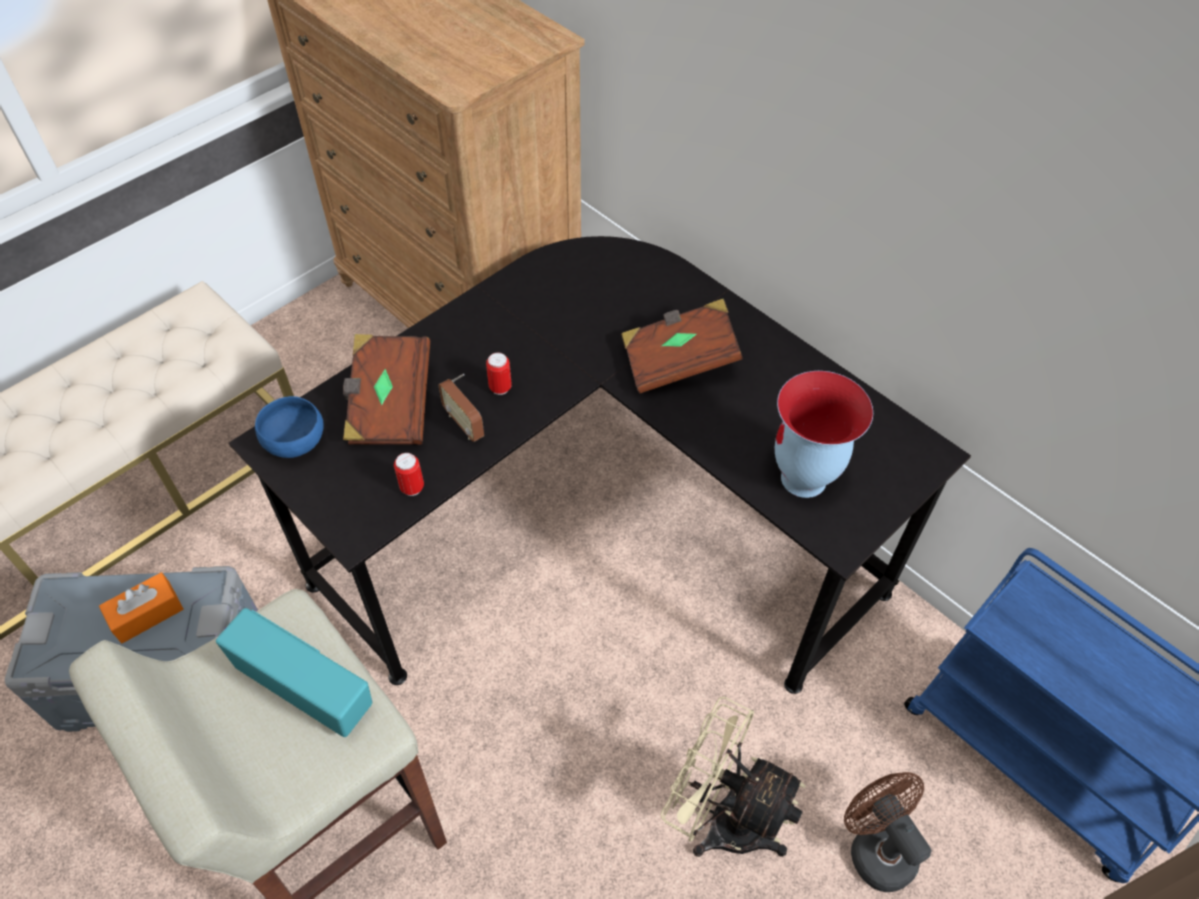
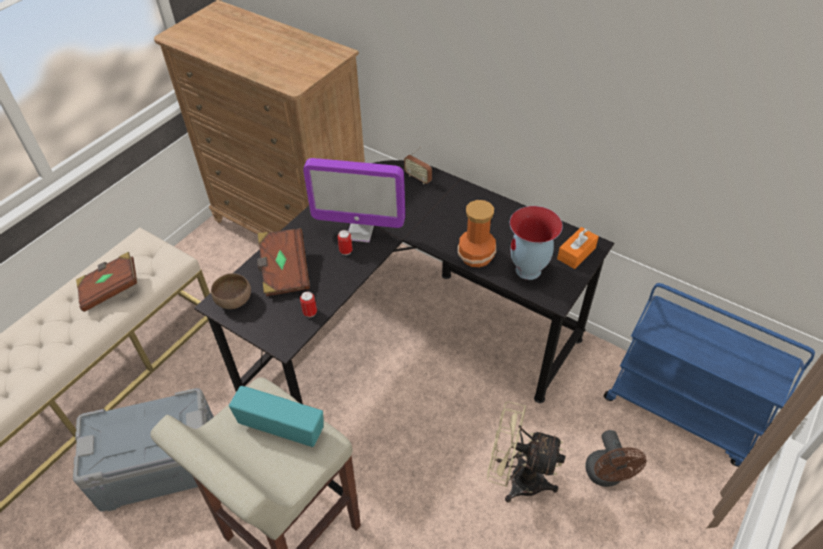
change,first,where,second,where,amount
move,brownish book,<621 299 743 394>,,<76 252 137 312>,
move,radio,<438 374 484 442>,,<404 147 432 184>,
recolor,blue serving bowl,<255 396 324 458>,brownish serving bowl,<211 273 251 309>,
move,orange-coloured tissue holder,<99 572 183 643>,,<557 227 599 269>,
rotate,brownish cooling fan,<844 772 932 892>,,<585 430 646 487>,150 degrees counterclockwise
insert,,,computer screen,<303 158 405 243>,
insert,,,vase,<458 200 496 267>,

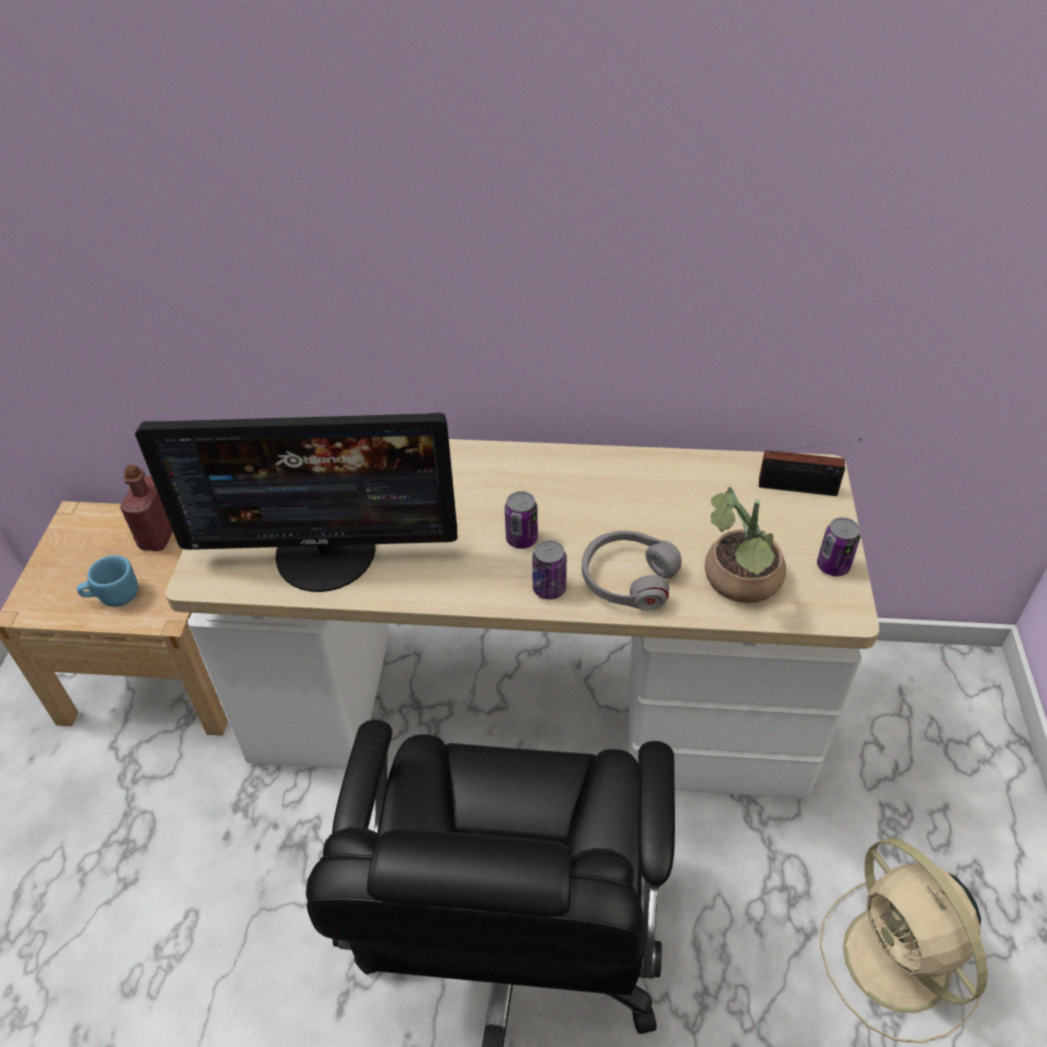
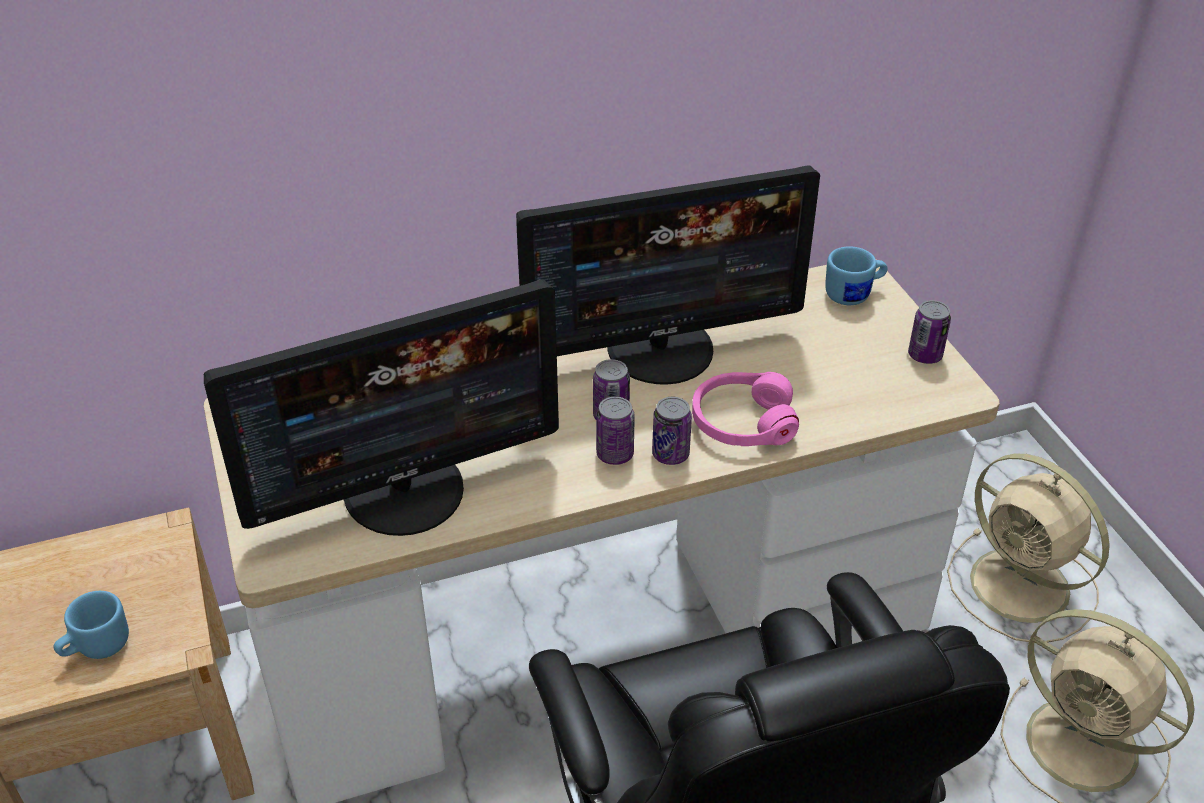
change,first,where,second,where,amount
replace,radio,<759 439 862 496>,blue mug,<825 246 887 305>,
delete,red bottle,<120 465 173 551>,,,
delete,potted plant,<705 486 786 603>,,,
recolor,gray pair of headphones,<582 531 682 611>,pink-coloured pair of headphones,<692 372 799 446>,
insert,,,computer screen,<516 166 820 385>,
insert,,,can,<596 397 635 465>,
insert,,,sand-coloured cooling fan,<947 453 1110 643>,

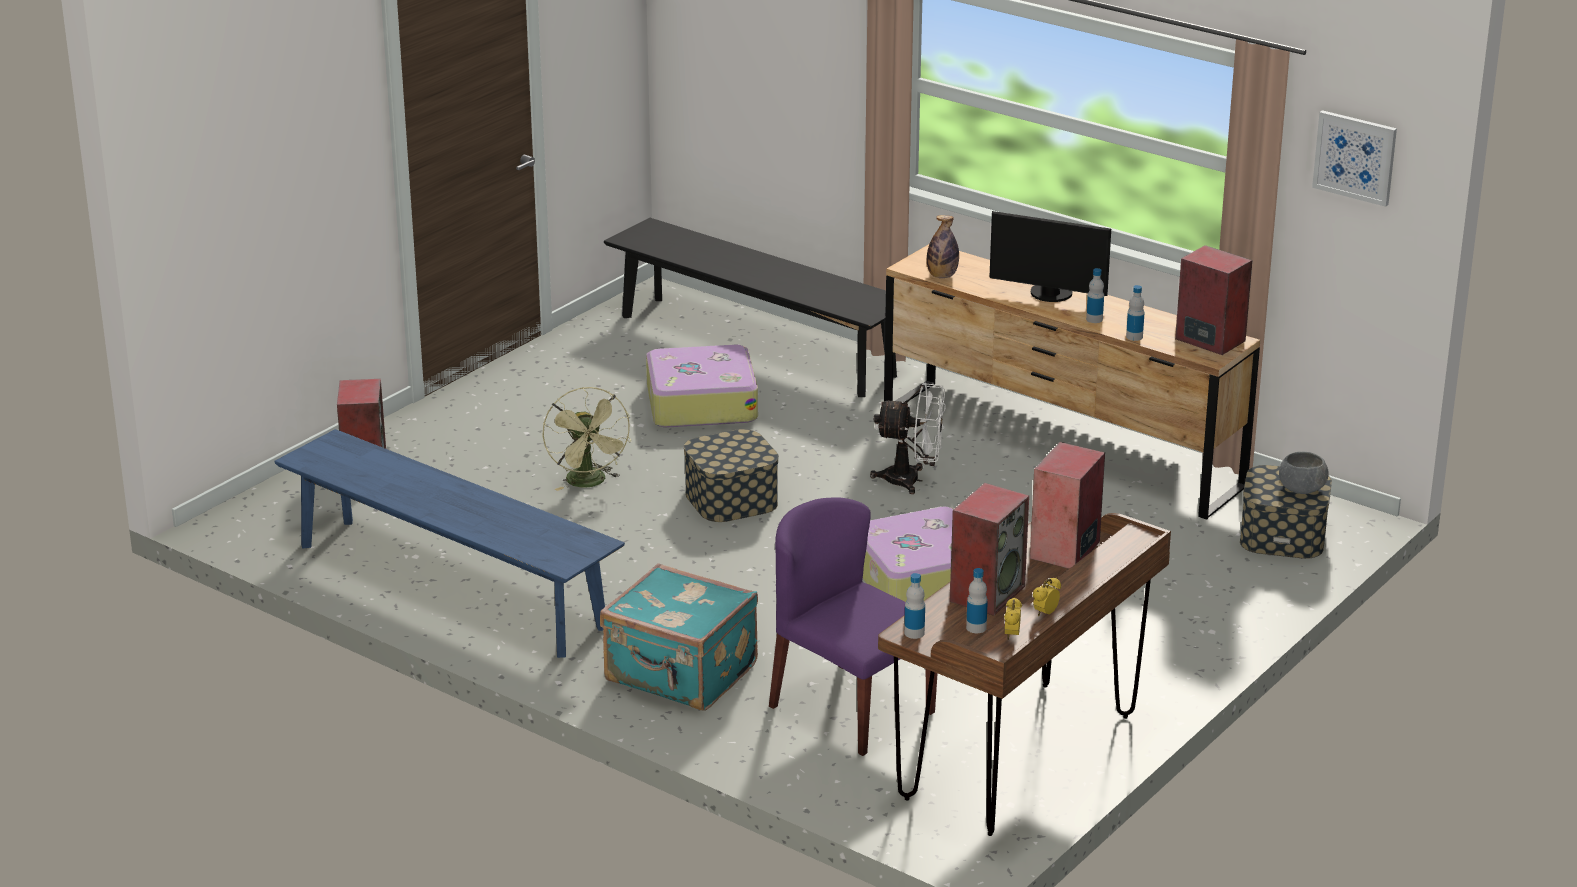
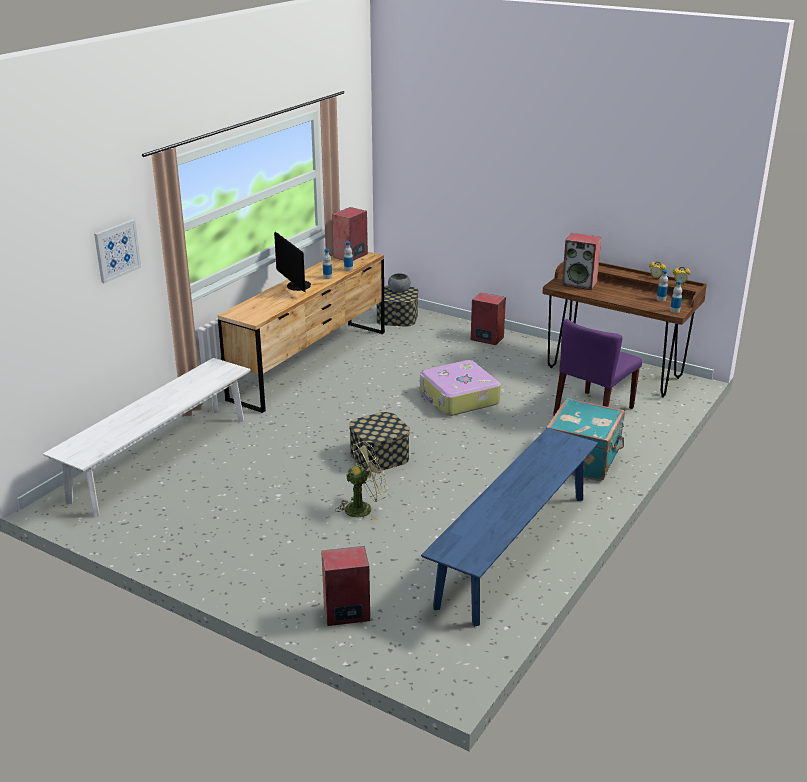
change,first,where,second,where,amount
move,wall picture,<1312 110 1397 207>,,<94 219 141 283>,
rotate,computer screen,<989 211 1111 302>,,<274 232 311 292>,135 degrees clockwise
delete,bottle,<927 215 959 278>,,,
recolor,black-coloured indoor bench,<604 218 897 397>,white-coloured indoor bench,<43 358 251 517>,
delete,piece of luggage,<646 345 758 427>,,,
delete,white-coloured cooling fan,<870 382 946 494>,,,
move,audio speaker,<950 483 1029 616>,,<471 292 506 345>,

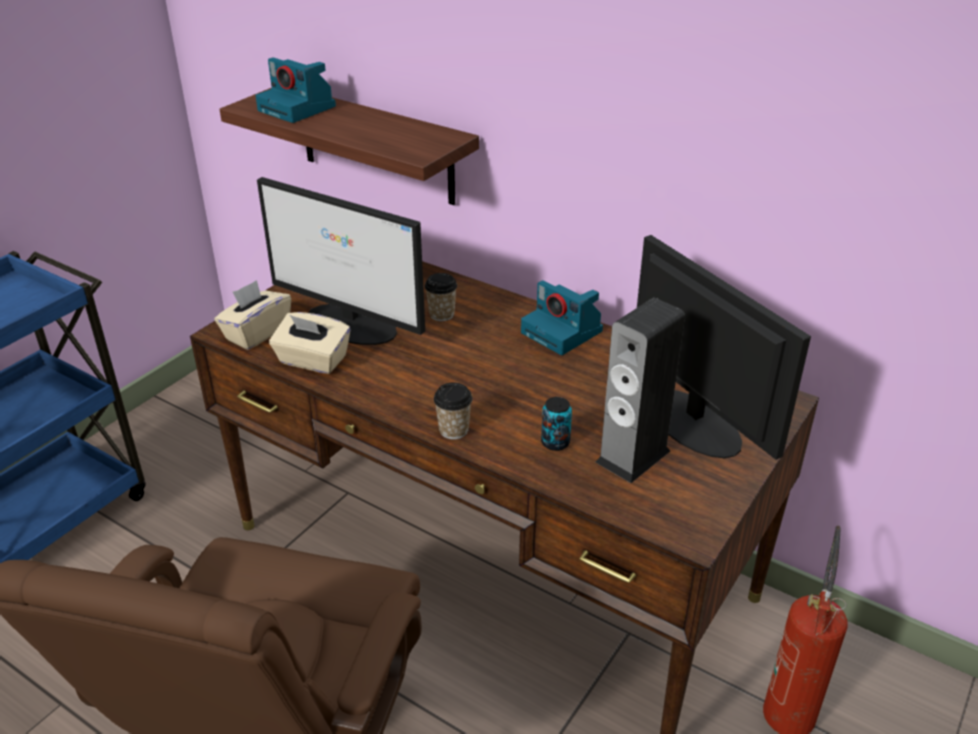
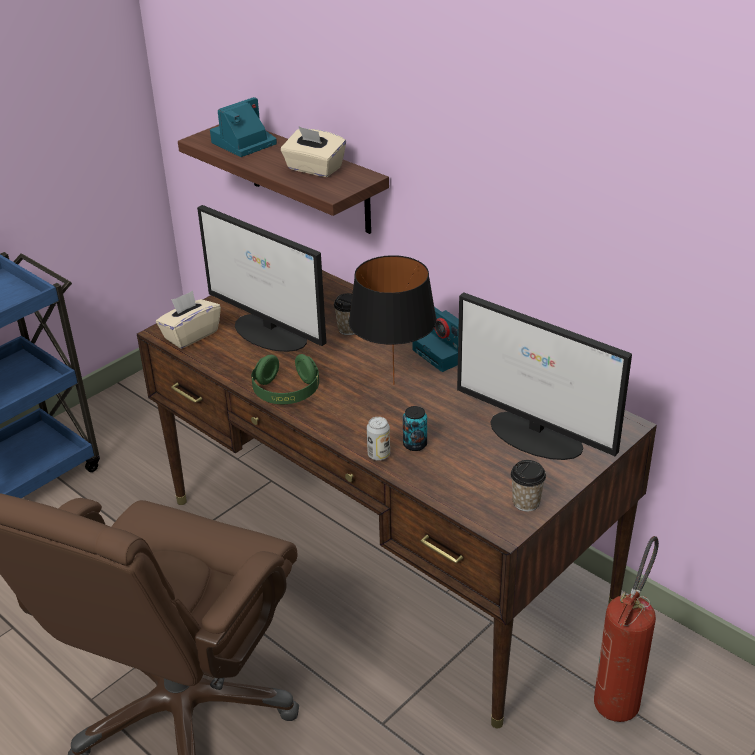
change,first,where,second,where,amount
rotate,still camera,<255 57 336 123>,,<210 97 277 157>,90 degrees clockwise
rotate,computer screen,<637 235 811 460>,,<457 292 632 460>,150 degrees clockwise
delete,audio speaker,<595 298 685 483>,,,
move,sand-coloured tissue holder,<269 312 350 374>,,<281 126 346 177>,
move,drinking cup,<434 382 473 439>,,<511 460 546 512>,
insert,,,black-coloured lamp for a table,<348 255 437 385>,
insert,,,greenish pair of headphones,<251 354 319 404>,
insert,,,can,<367 417 390 461>,

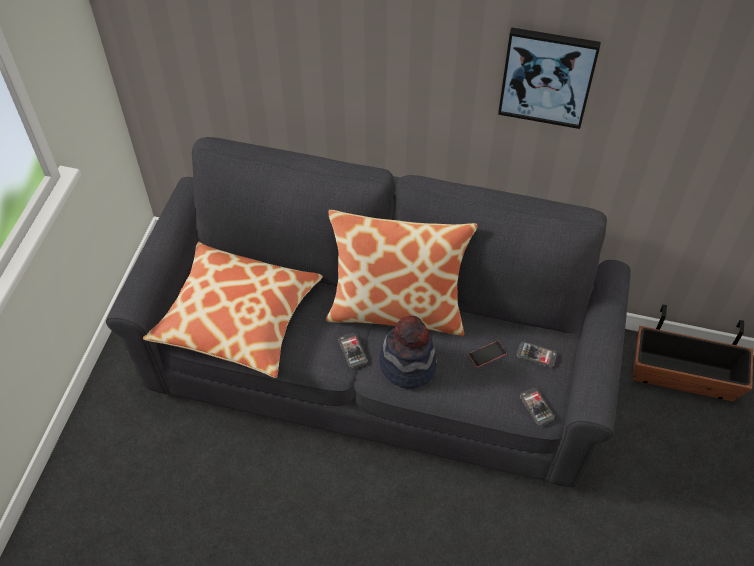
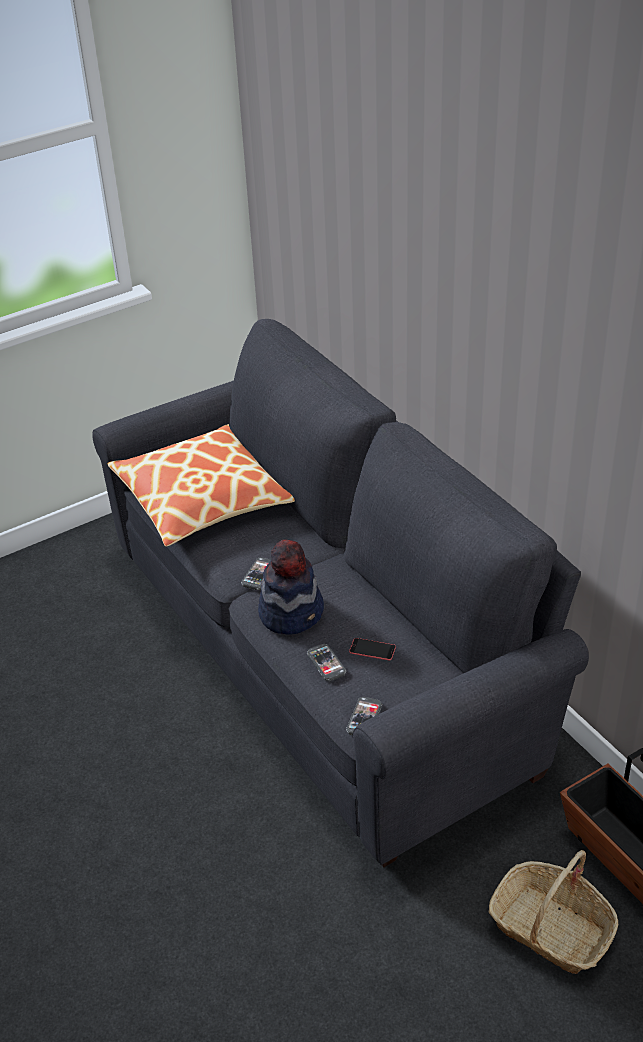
change,first,where,second,where,amount
delete,wall picture,<498 27 601 129>,,,
delete,throw pillow,<326 210 478 336>,,,
move,telephone,<516 342 557 368>,,<307 644 347 681>,
insert,,,storage basket,<488 850 618 974>,

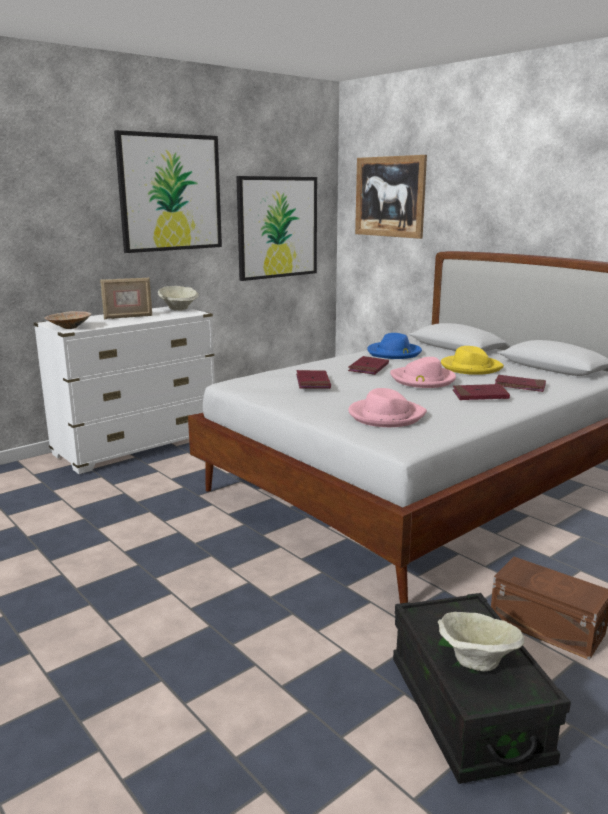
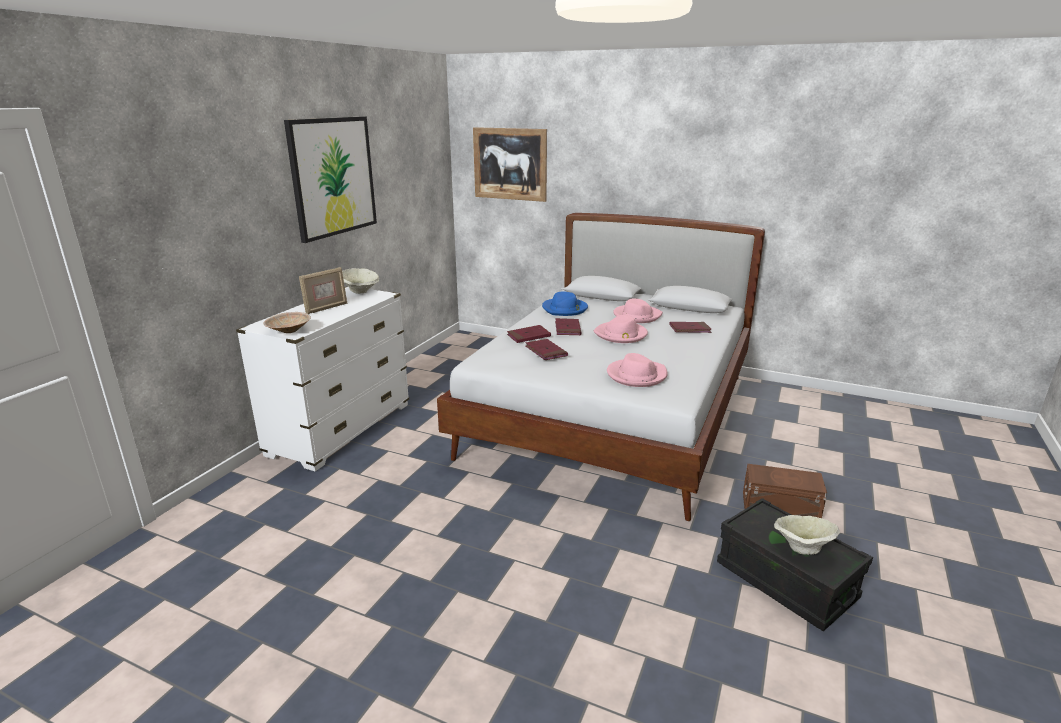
change,first,where,second,where,amount
delete,wall picture,<236 176 317 281>,,,
recolor,yellowish wearable hat,<441 346 504 375>,pink-coloured wearable hat,<613 298 663 323>,
move,red book,<453 384 510 400>,,<507 325 551 343>,

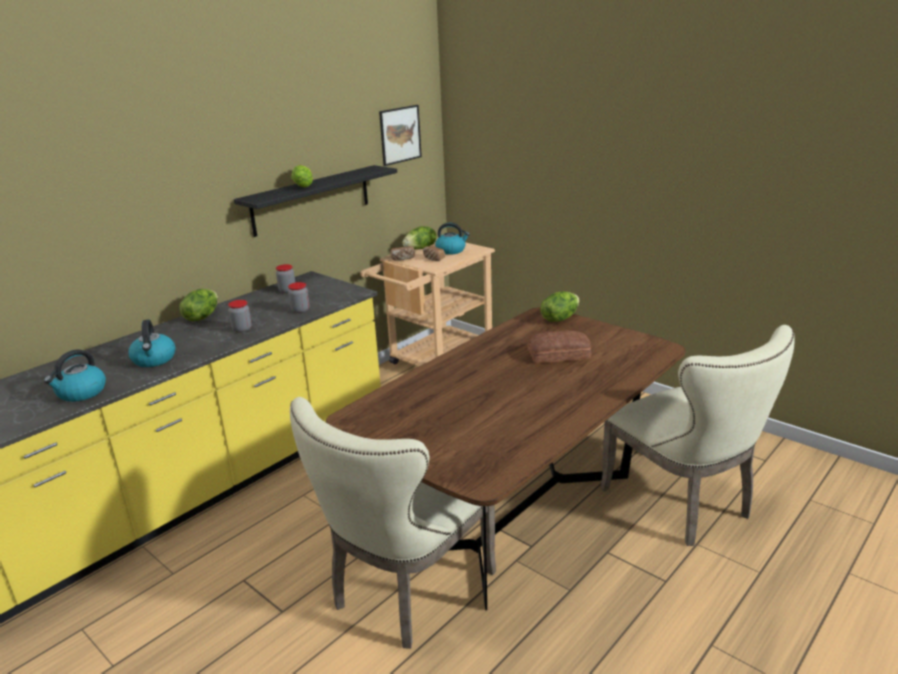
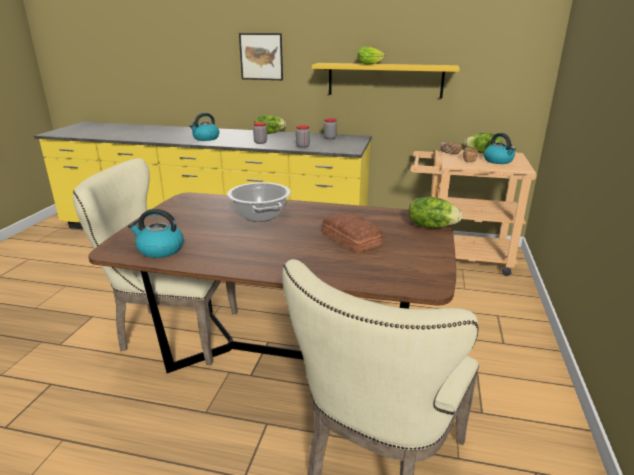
change,first,where,second,where,amount
move,wall picture,<379 105 422 166>,,<239 33 283 80>,
recolor,black-coloured bracket shelf,<234 165 397 237>,yellowish bracket shelf,<312 63 460 98>,
move,water kettle,<44 350 106 402>,,<128 209 184 258>,
insert,,,saucepot,<227 182 291 222>,

